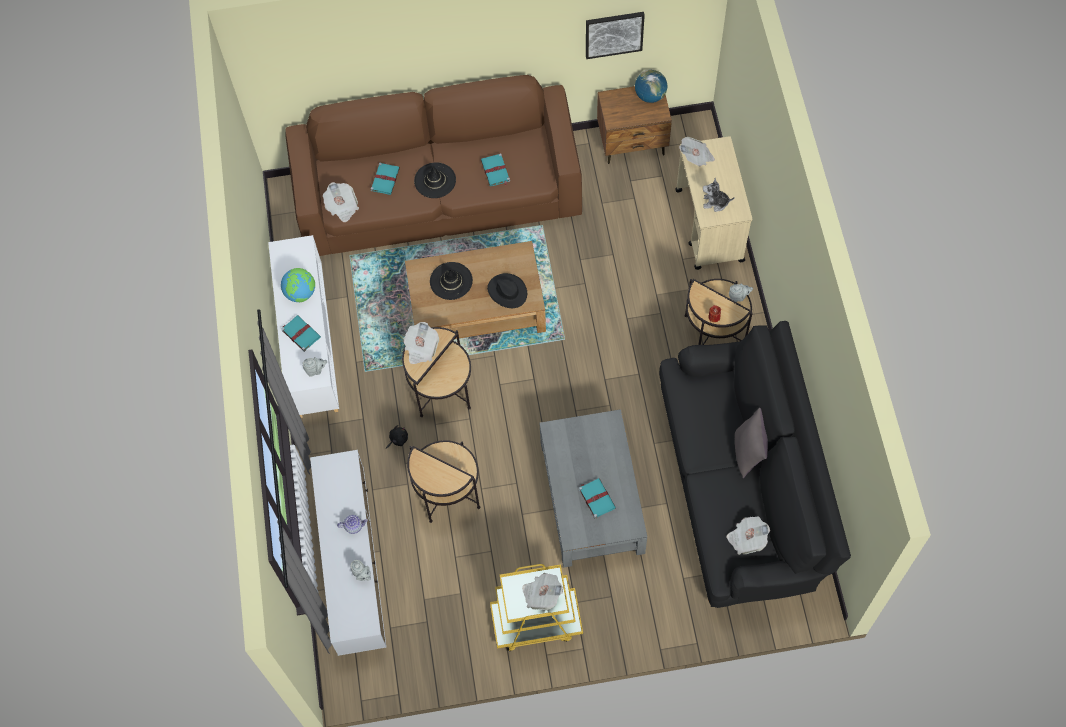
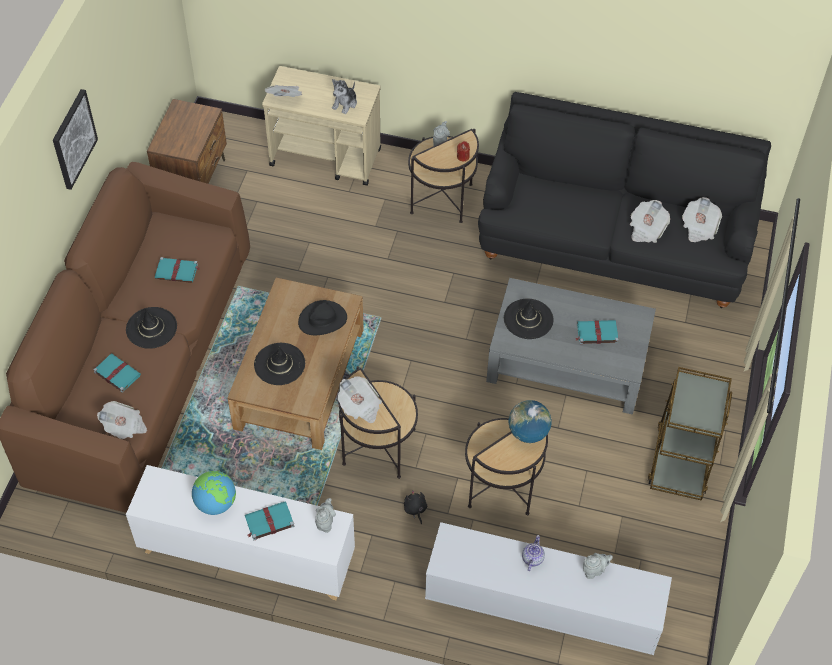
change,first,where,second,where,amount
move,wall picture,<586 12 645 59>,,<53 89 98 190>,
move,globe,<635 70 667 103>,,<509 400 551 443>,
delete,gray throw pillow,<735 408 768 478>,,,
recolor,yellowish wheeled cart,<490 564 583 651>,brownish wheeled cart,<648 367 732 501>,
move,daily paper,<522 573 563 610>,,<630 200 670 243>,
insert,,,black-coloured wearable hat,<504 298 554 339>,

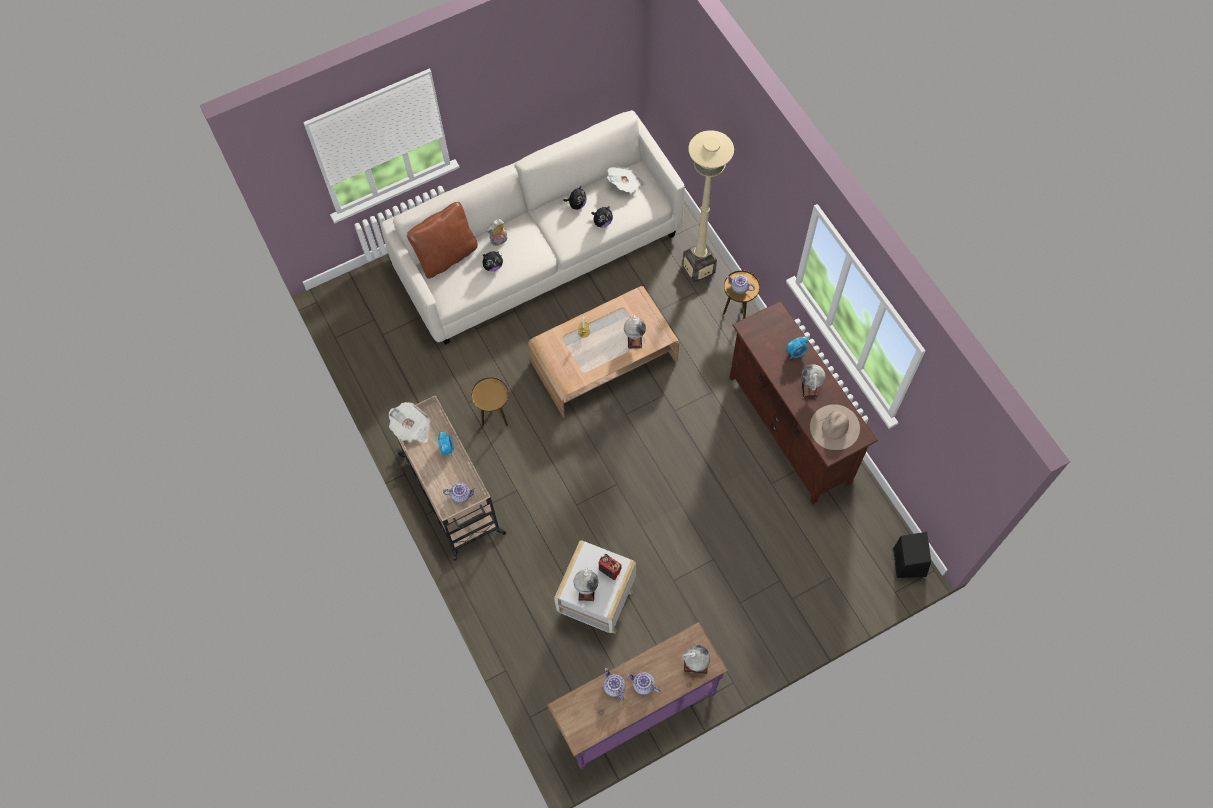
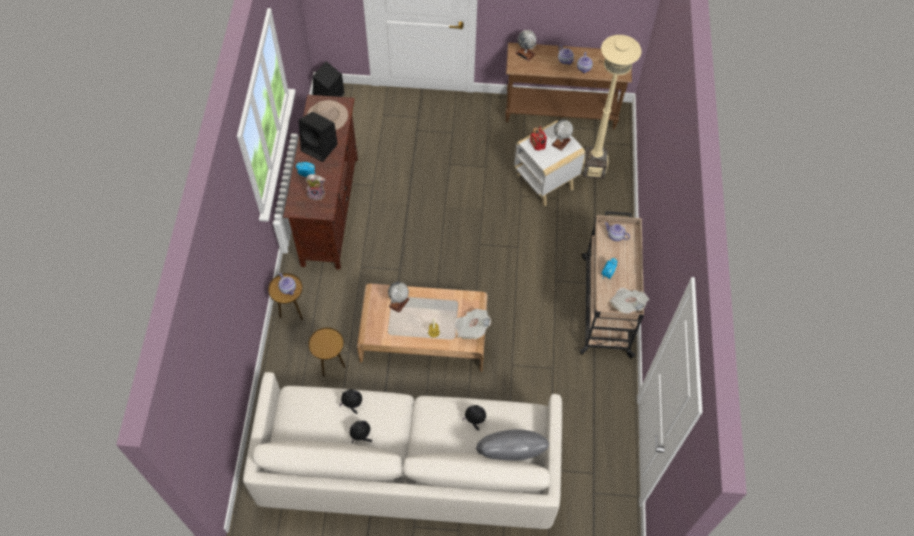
change,first,where,second,where,amount
move,sand-coloured floor lamp,<683 130 734 282>,,<582 35 642 179>,
move,daily paper,<607 166 645 193>,,<454 309 491 339>,
recolor,brownish throw pillow,<407 202 478 279>,gray throw pillow,<476 429 550 461>,
move,soft toy,<486 219 507 246>,,<306 174 325 201>,
replace,globe,<801 364 825 398>,black-coloured audio speaker,<299 112 338 162>,
move,brownish accent table,<471 377 509 426>,,<308 327 345 377>,
recolor,purple narrow table,<547 622 728 769>,brownish narrow table,<505 43 632 129>,

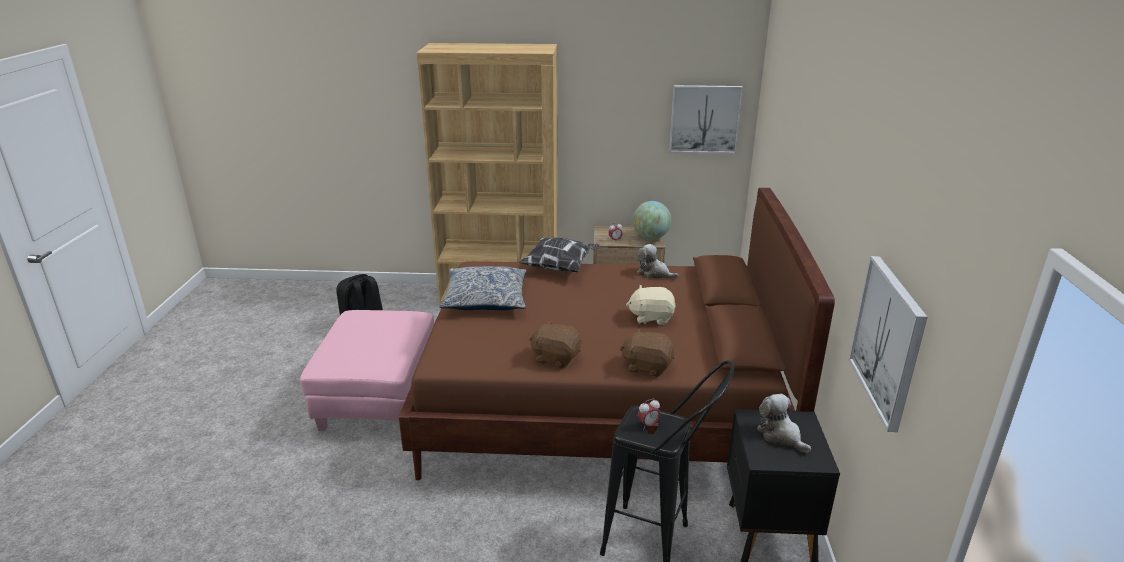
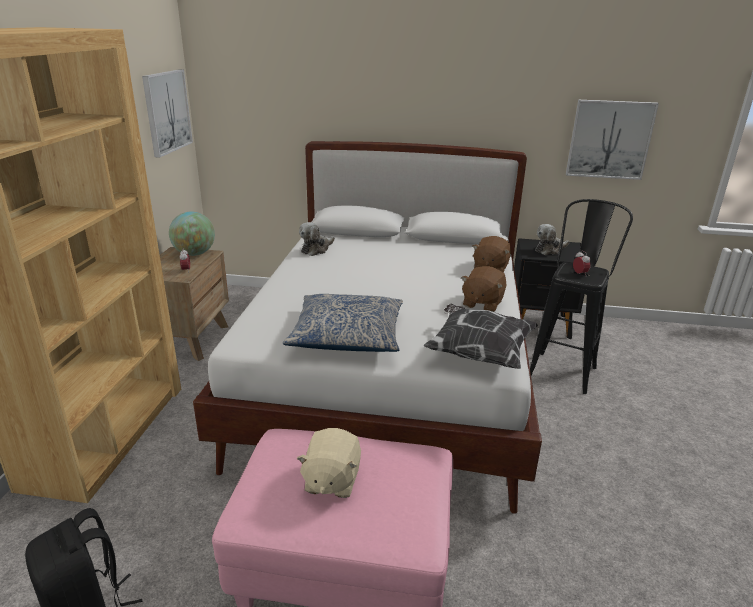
change,first,where,second,where,amount
recolor,brownish bed,<399 188 835 480>,white-coloured bed,<193 141 542 514>,
move,throw pillow,<518 237 600 272>,,<423 304 538 369>,
move,sand-coloured soft toy,<626 285 676 325>,,<296 428 361 498>,

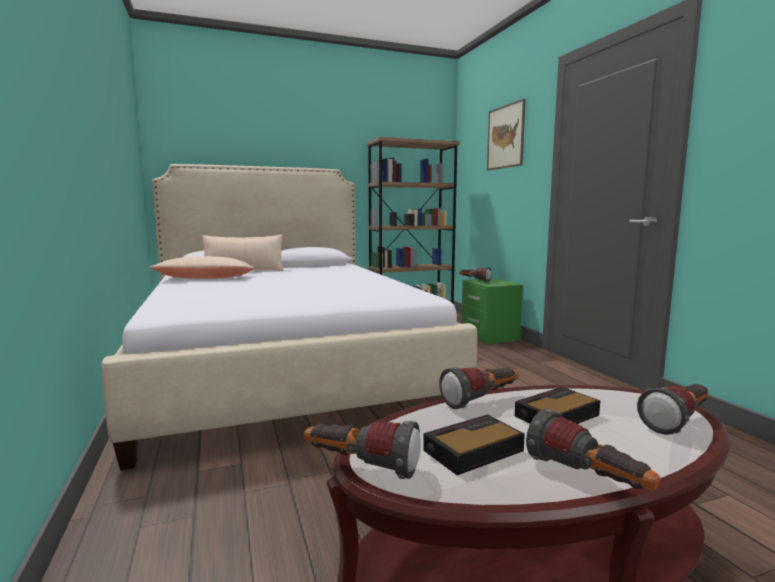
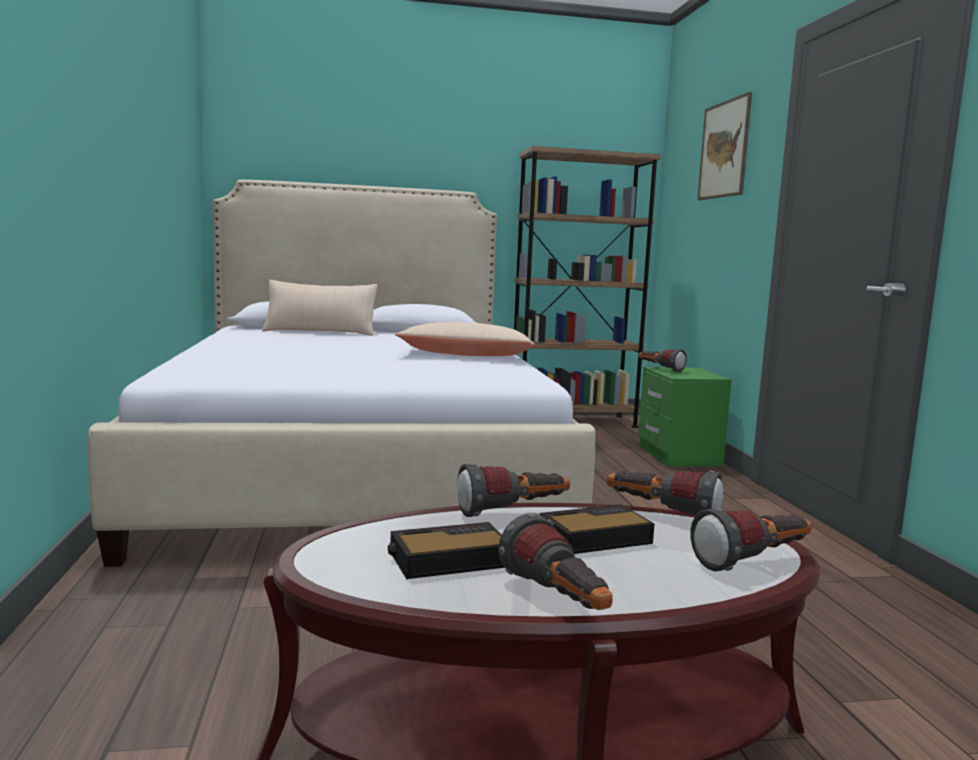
change,first,where,second,where,amount
move,sand-coloured throw pillow,<149 256 255 279>,,<395 322 535 356>,
move,flashlight,<304 421 421 479>,,<607 471 723 515>,

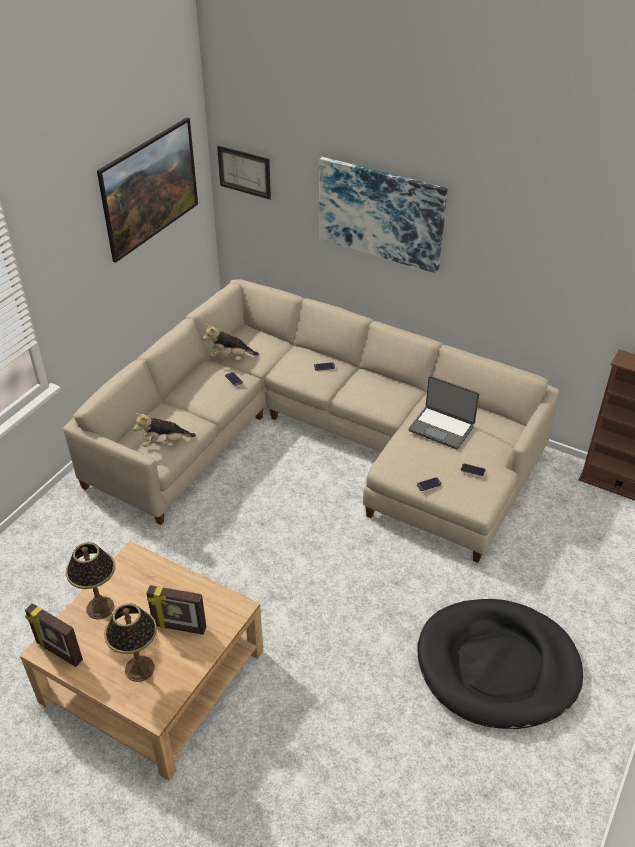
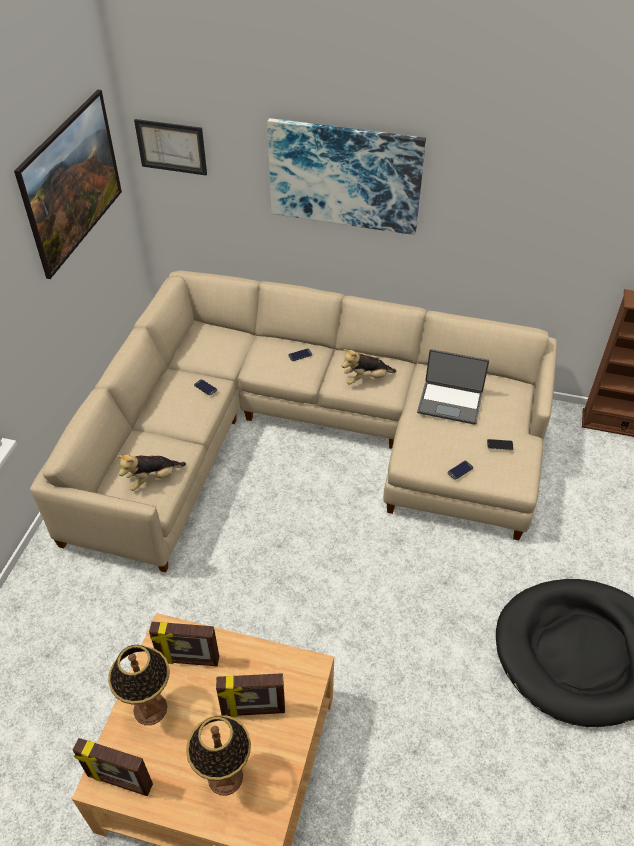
change,first,where,second,where,amount
move,soft toy,<203 324 259 357>,,<342 349 396 385>,
insert,,,photo frame,<149 622 219 666>,

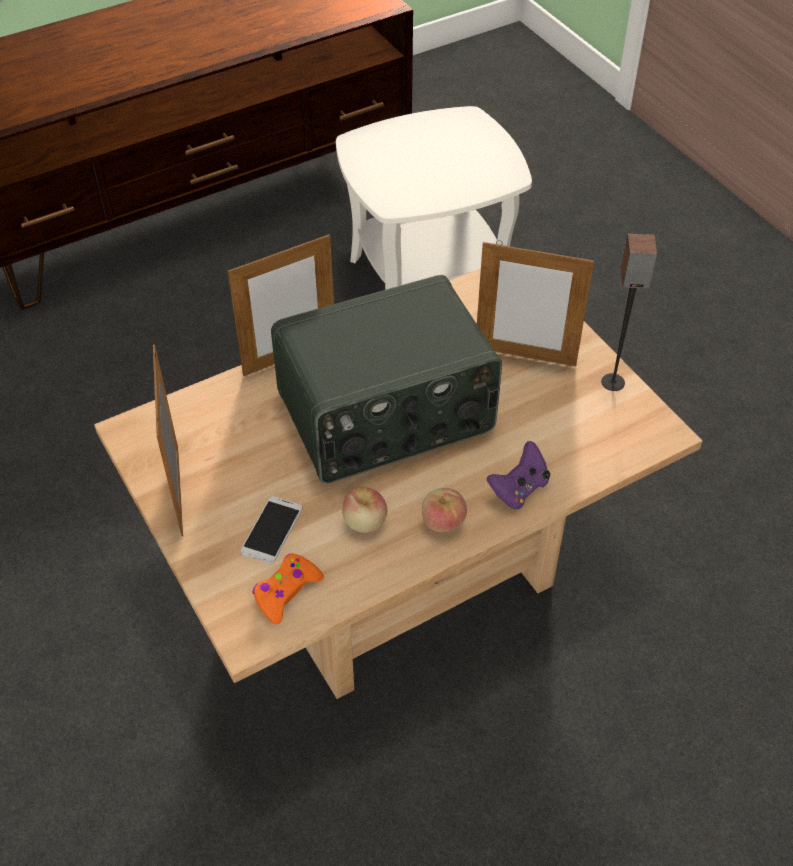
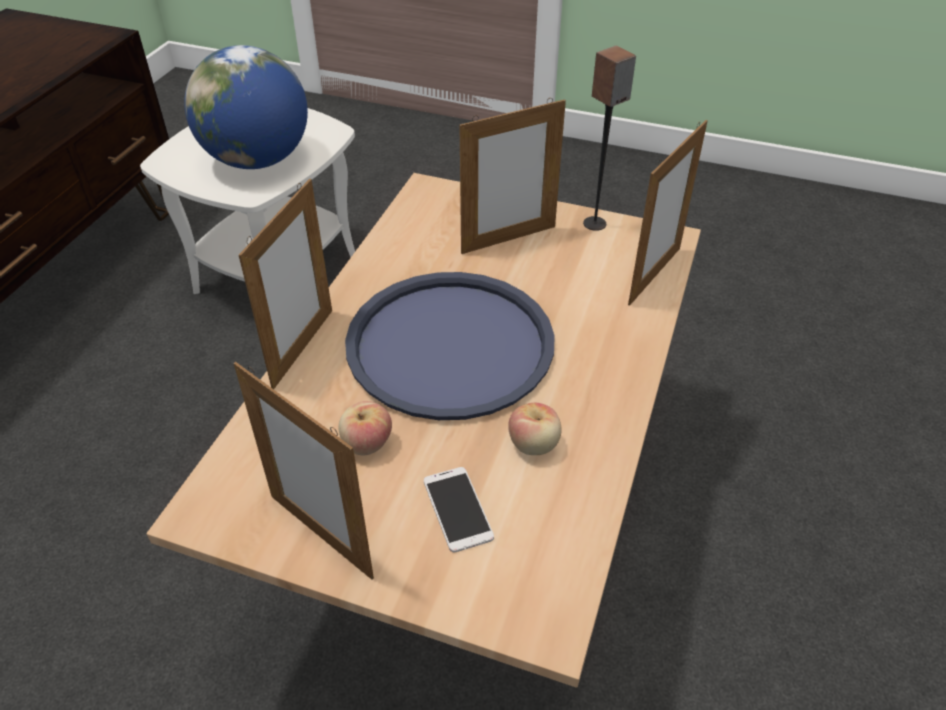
change,first,where,second,where,amount
replace,radio,<271 275 502 483>,blue serving tray,<345 272 555 420>,
delete,purple gamepad,<487 441 550 510>,,,
move,apple fruit,<422 488 467 532>,,<338 401 392 455>,
delete,orange-coloured gamepad,<253 553 324 624>,,,
insert,,,globe,<184 45 308 169>,
insert,,,photo frame,<628 120 708 306>,

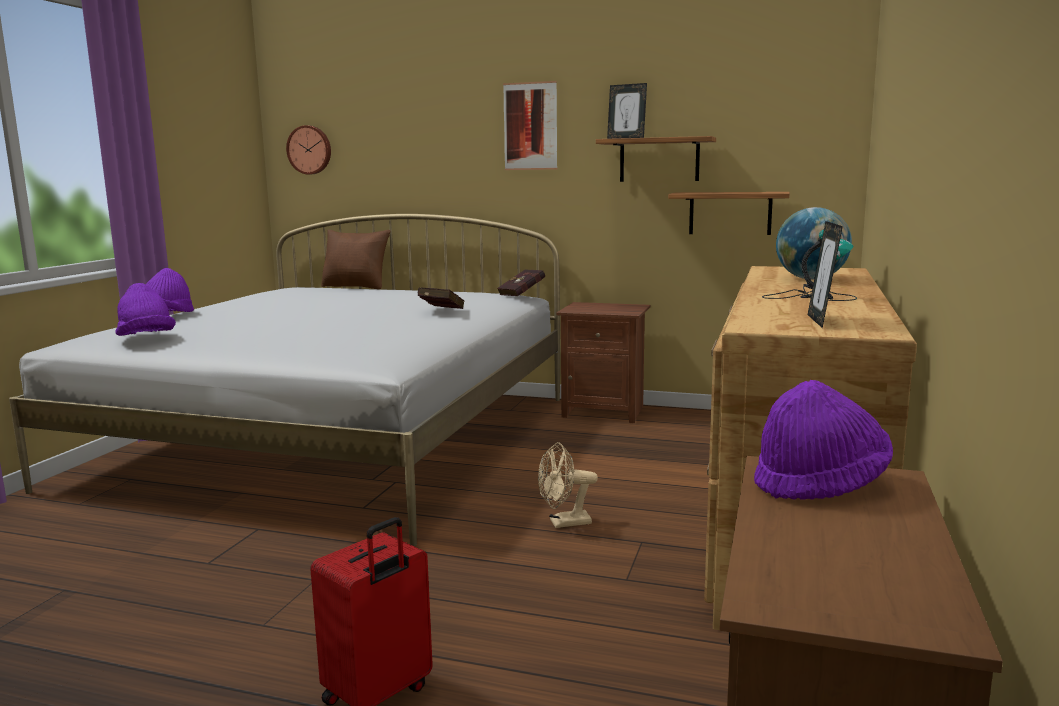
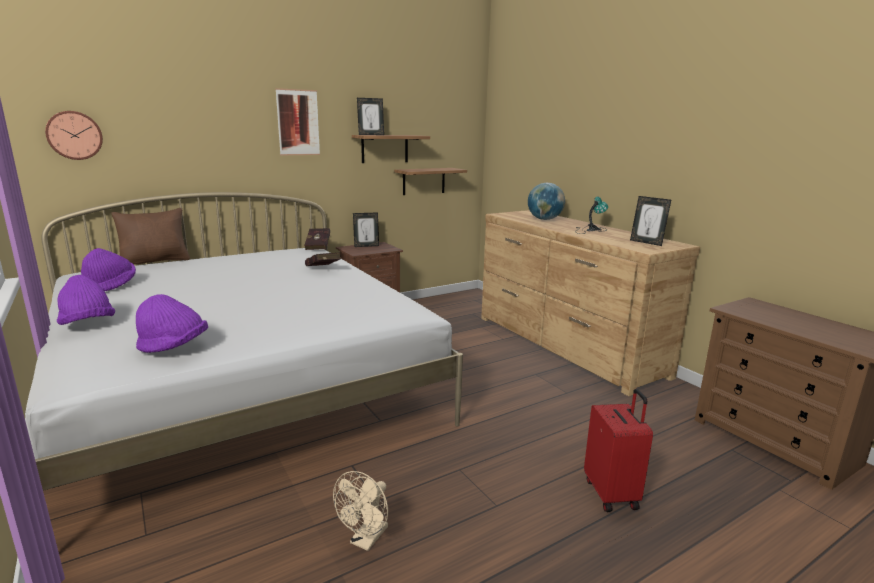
change,first,where,second,where,amount
move,purple wearable hat,<754 380 893 500>,,<81 248 136 292>,
move,sand-coloured cooling fan,<538 442 598 528>,,<333 471 388 551>,
insert,,,photo frame,<353 212 379 247>,

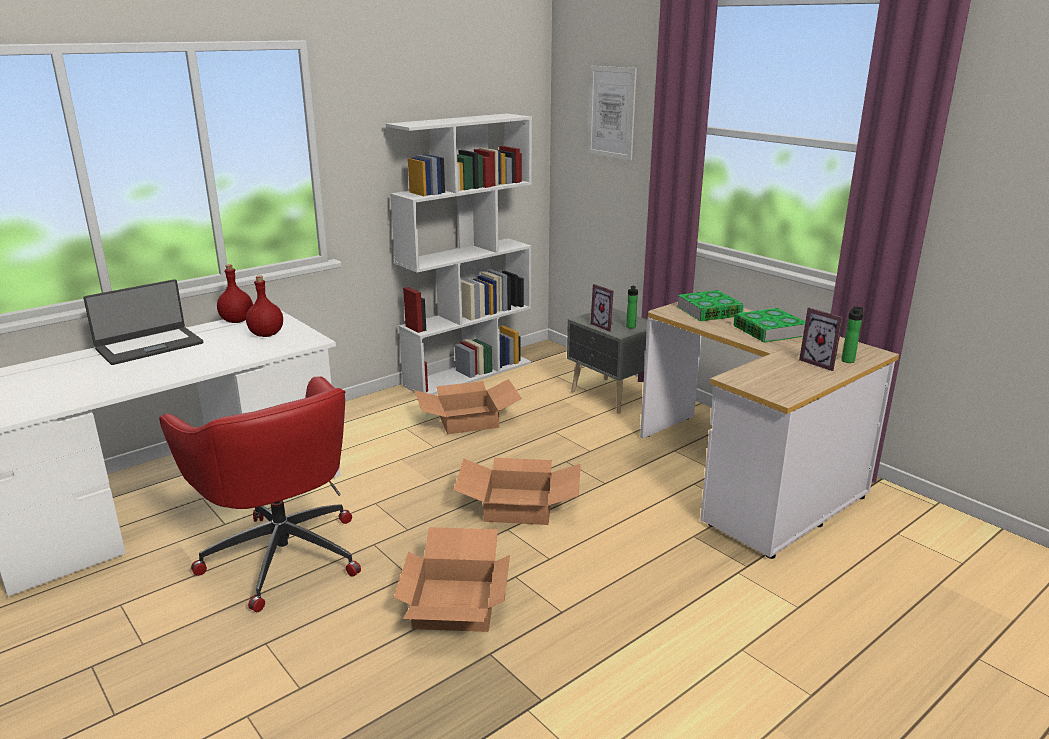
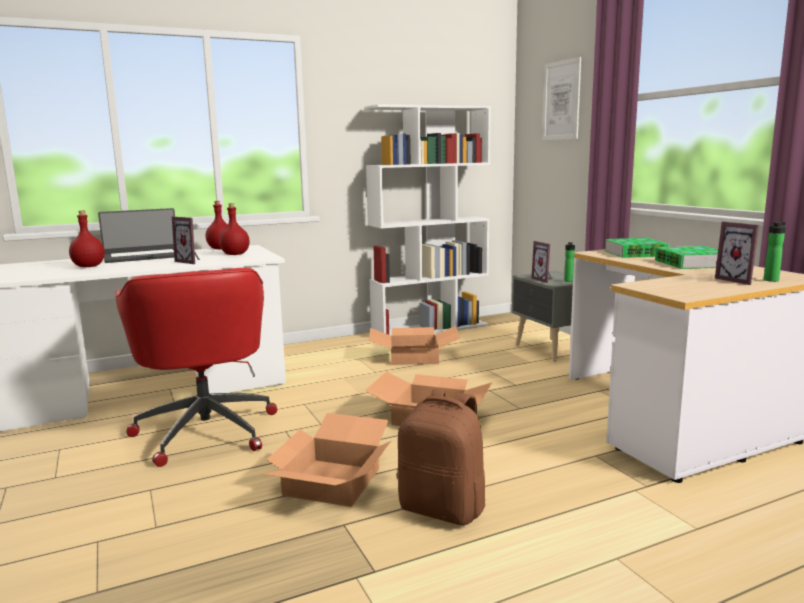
change,first,where,second,where,amount
insert,,,red bottle,<69 211 105 267>,
insert,,,photo frame,<172 217 200 264>,
insert,,,brownish knapsack,<397 389 485 525>,

